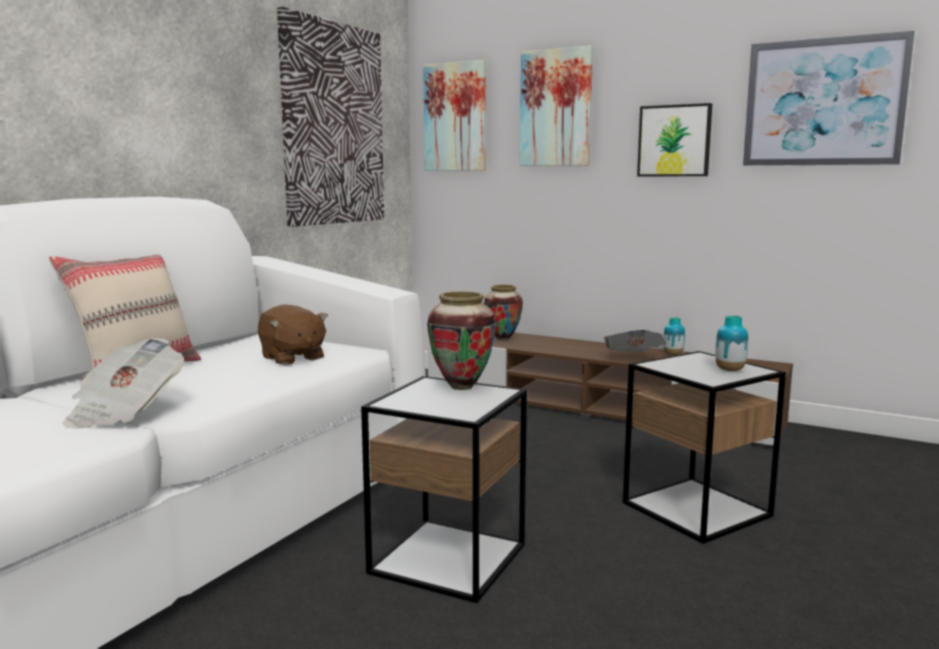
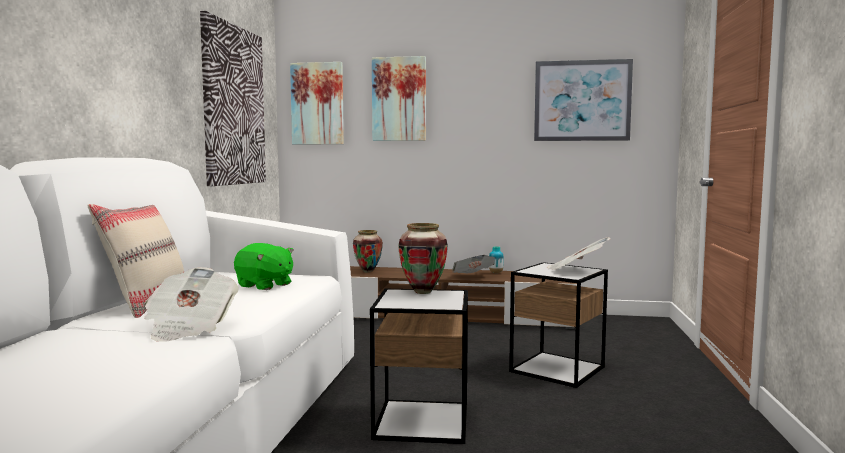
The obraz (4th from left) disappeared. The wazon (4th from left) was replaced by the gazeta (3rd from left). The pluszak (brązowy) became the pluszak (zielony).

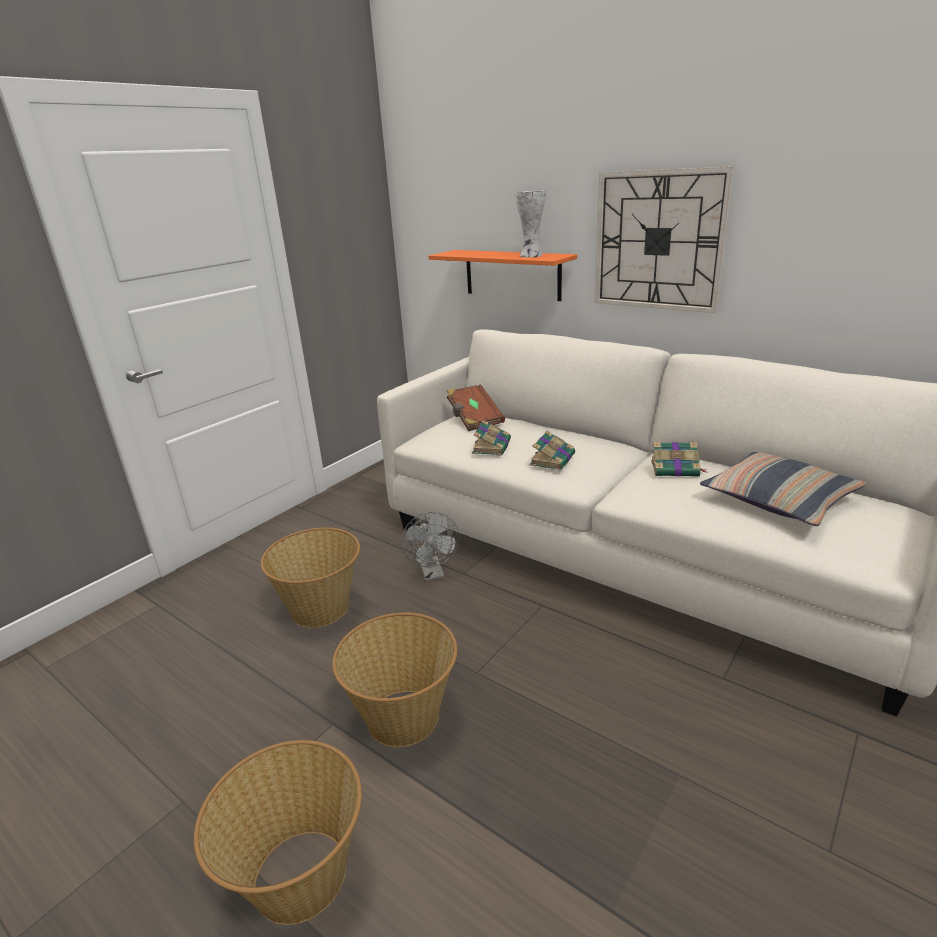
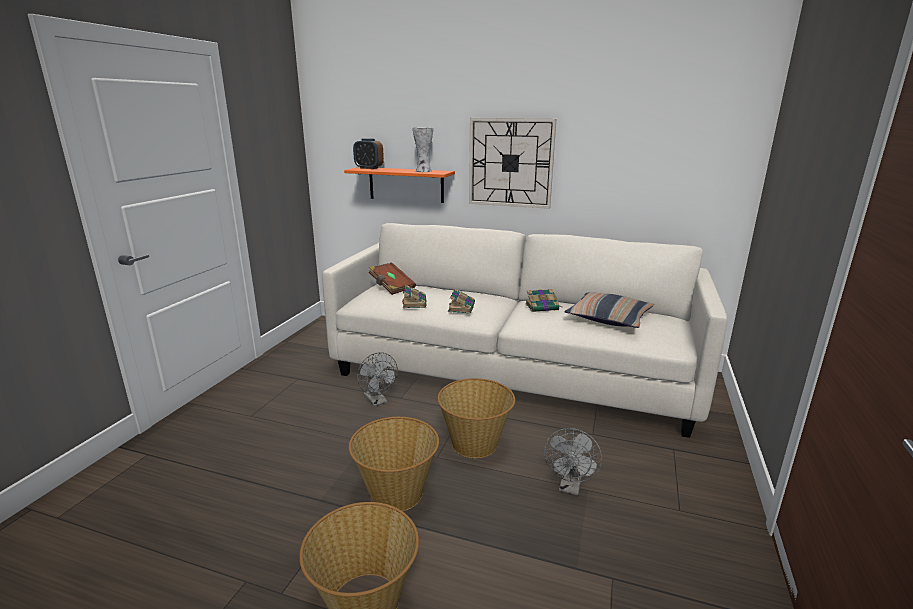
The budzik appeared. The wentylator (szary) (2nd from left) appeared. The koszyk (2nd from left in the first image) moved.

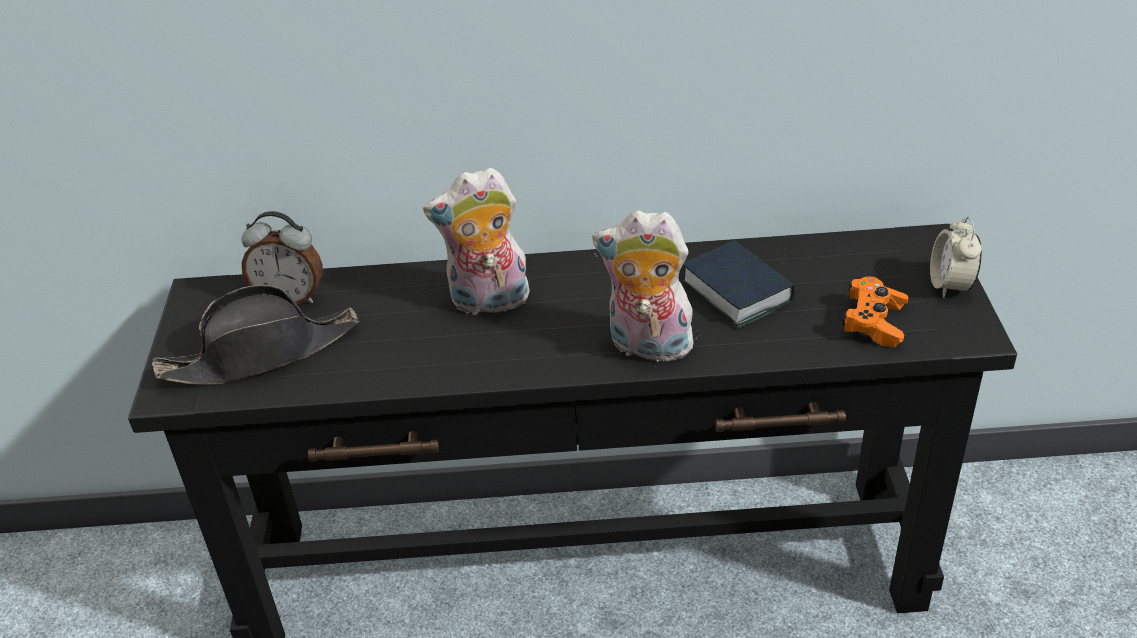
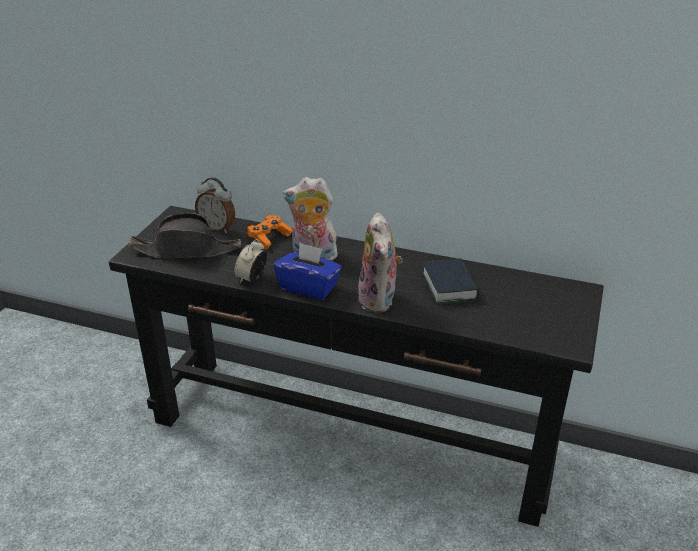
The pudełko chusteczek (niebieski) appeared. The pad do gier (pomarańczowy) moved. The budzik (2nd from left) moved. The pluszak (2nd from left) turned 135 degrees counterclockwise.

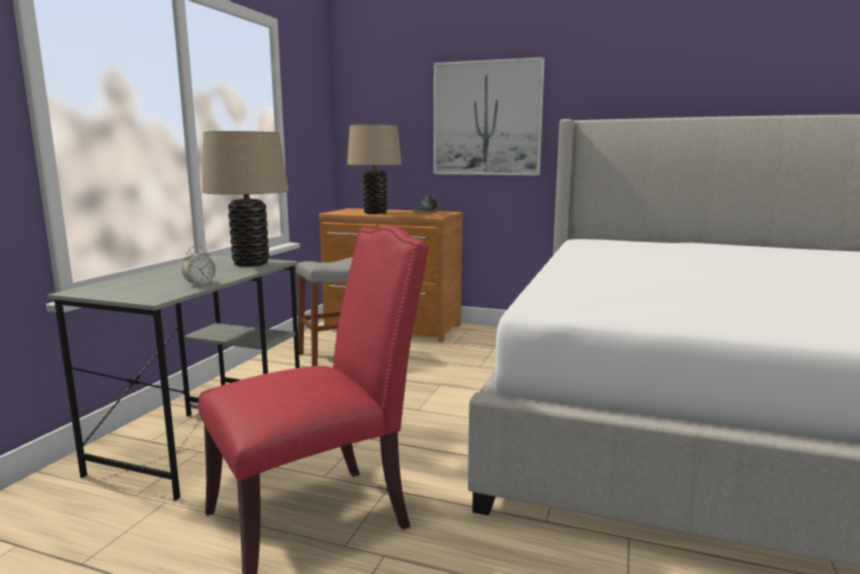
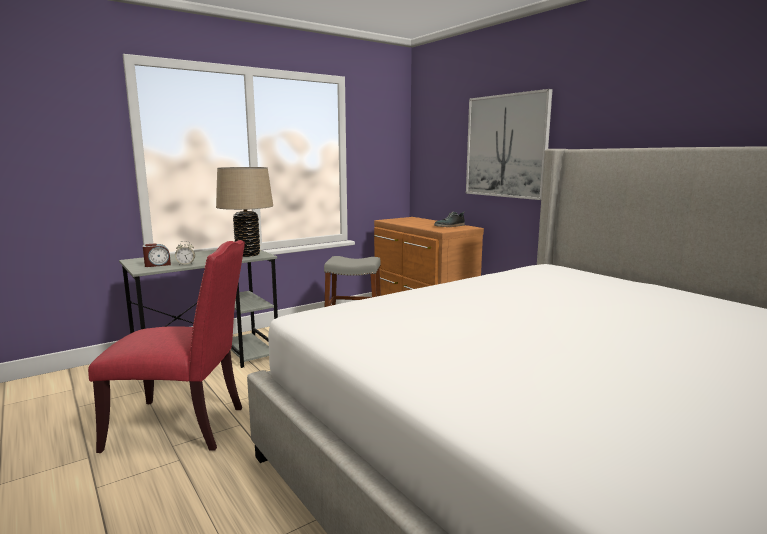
The lampa stołowa (beżowy) (2nd from left) disappeared. The budzik (1st from left) appeared.

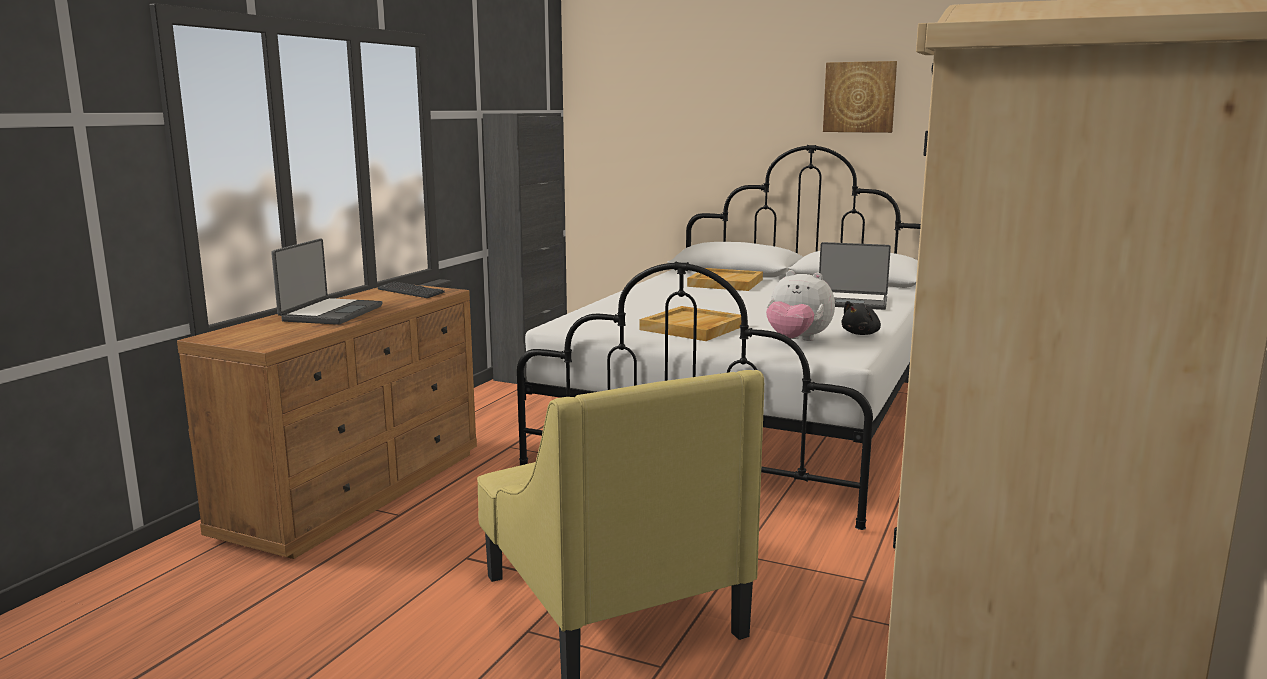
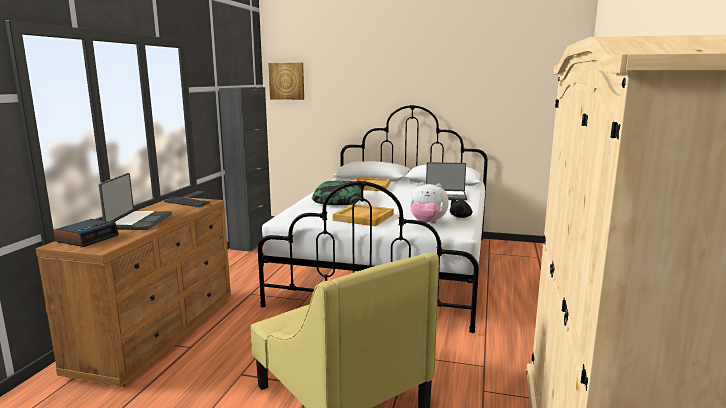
The budzik appeared. The poduszka appeared. The obraz moved.

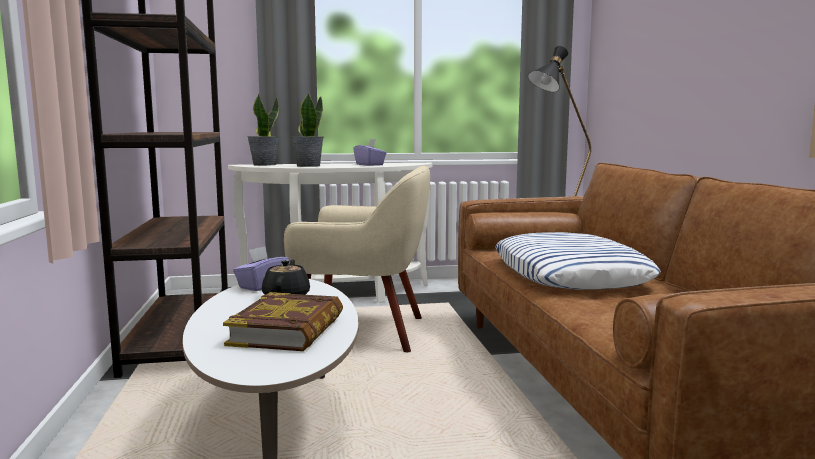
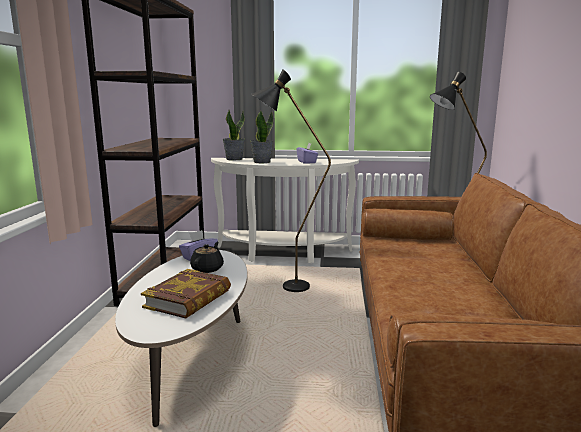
The poduszka disappeared. The fotel (beżowy) was replaced by the lampa stojąca (czarny) (1st from left).

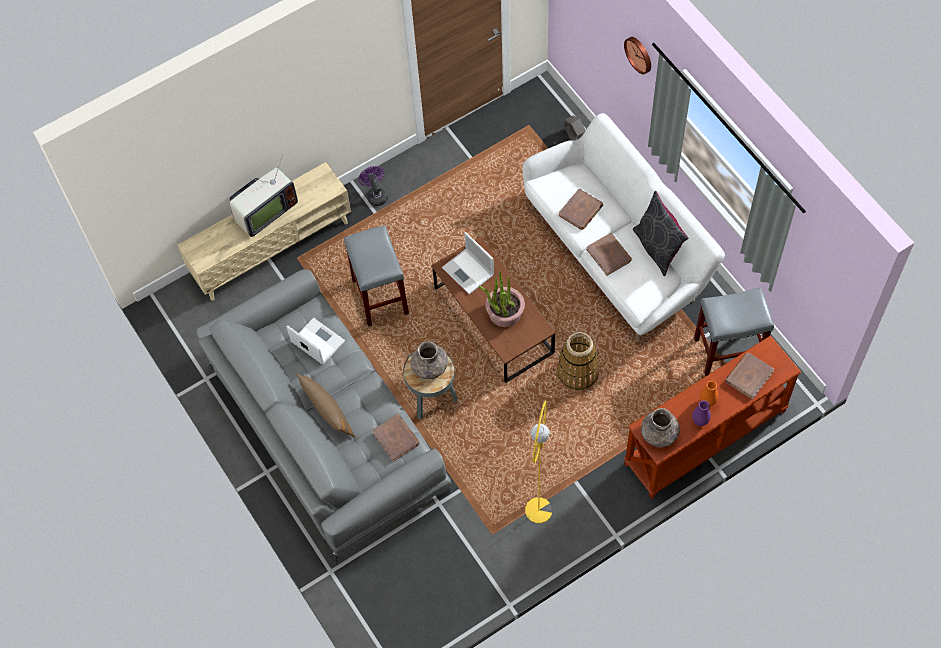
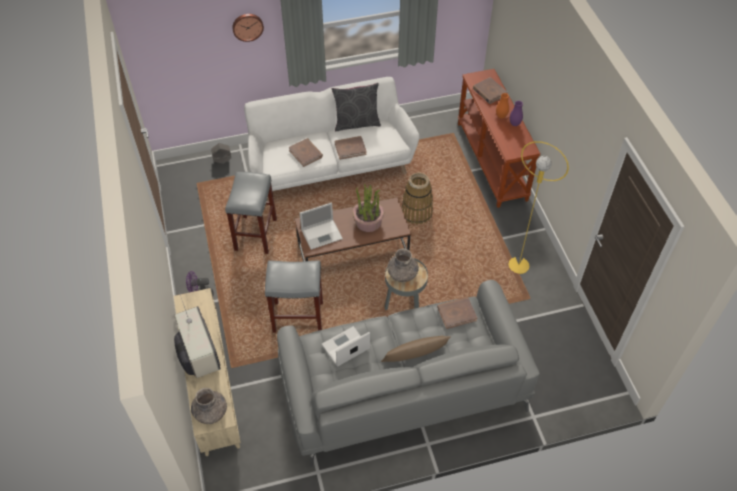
The wazon (szary) (2nd from left in the first image) moved. The stołek (szary) (2nd from left in the first image) moved.

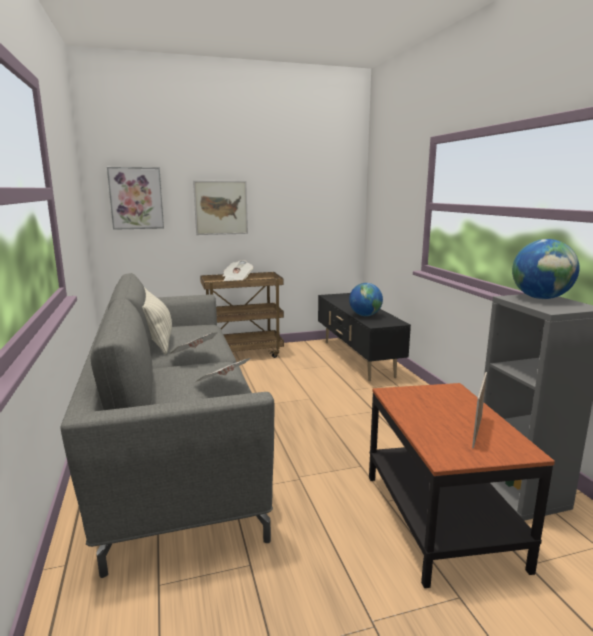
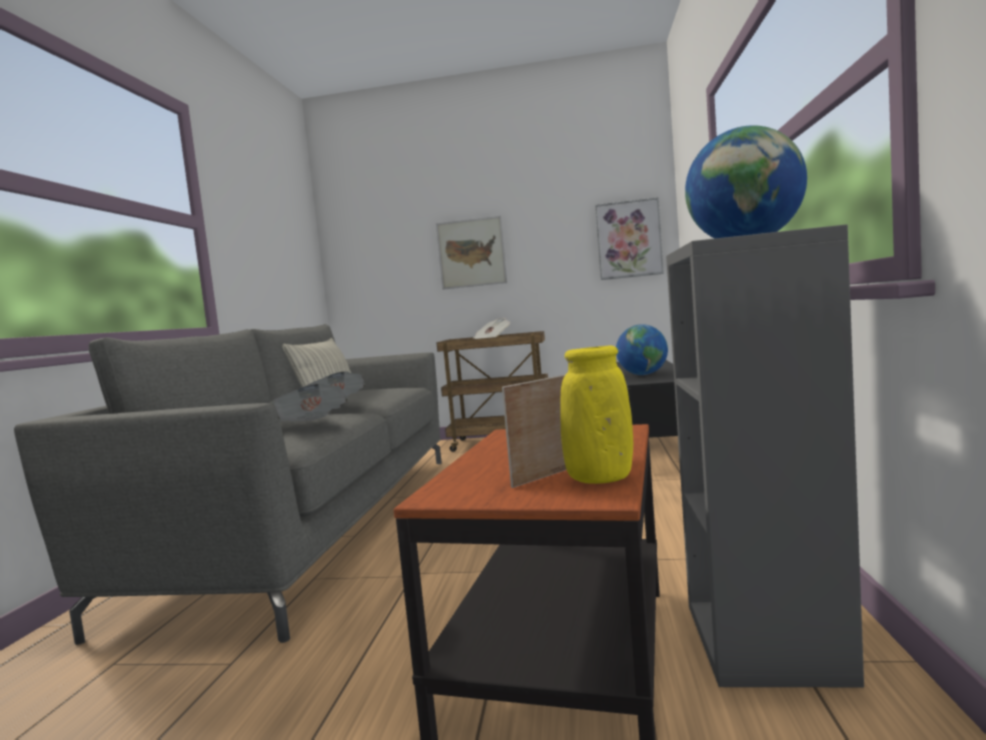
The wazon (żółty) appeared. The obraz (1st from left in the first image) moved.

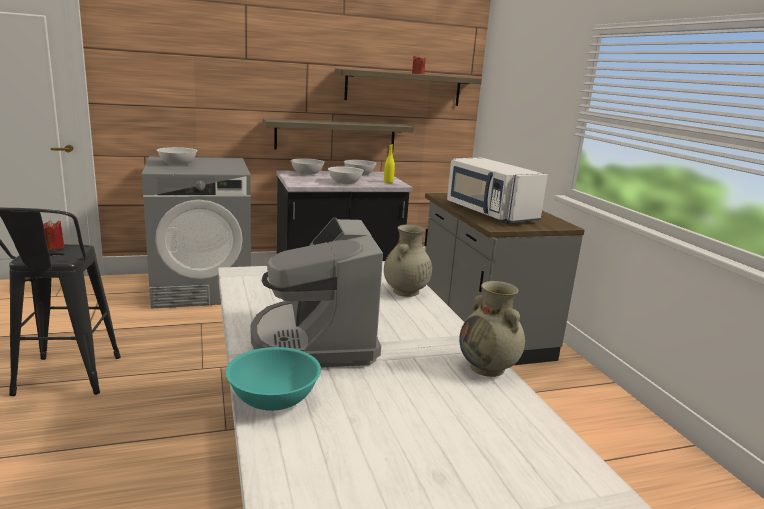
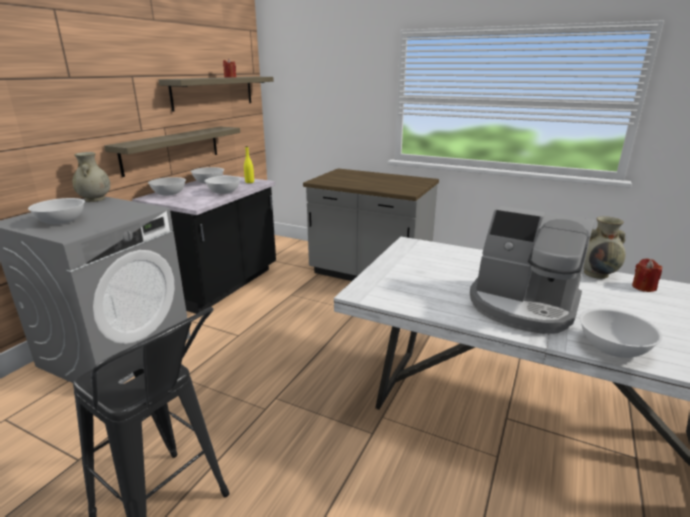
The mikrofalówka (biały) disappeared. The świeca (czerwony) (1st from left in the first image) moved. The wazon (beżowy) (1st from left) moved. The miska (turkusowy) became the miska (biały) (5th from left).

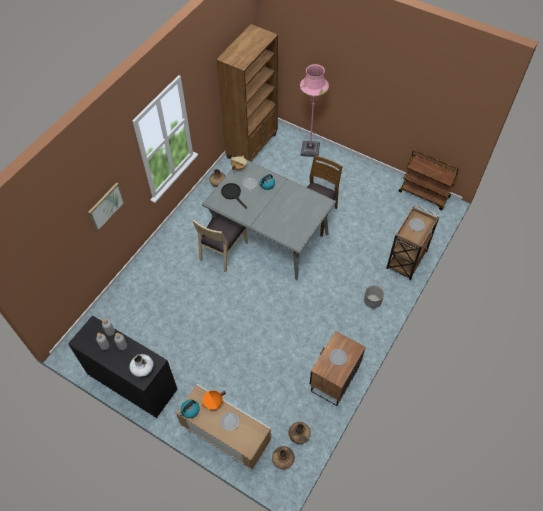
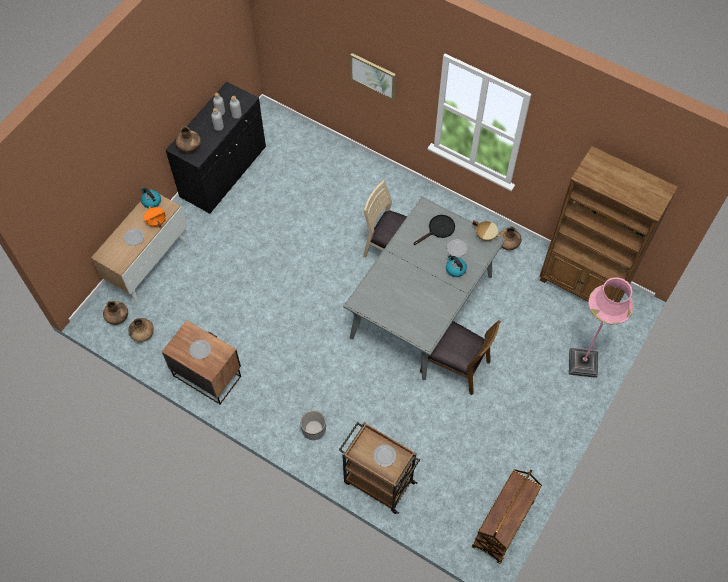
The wazon (biały) became the wazon (brązowy) (3rd from left).

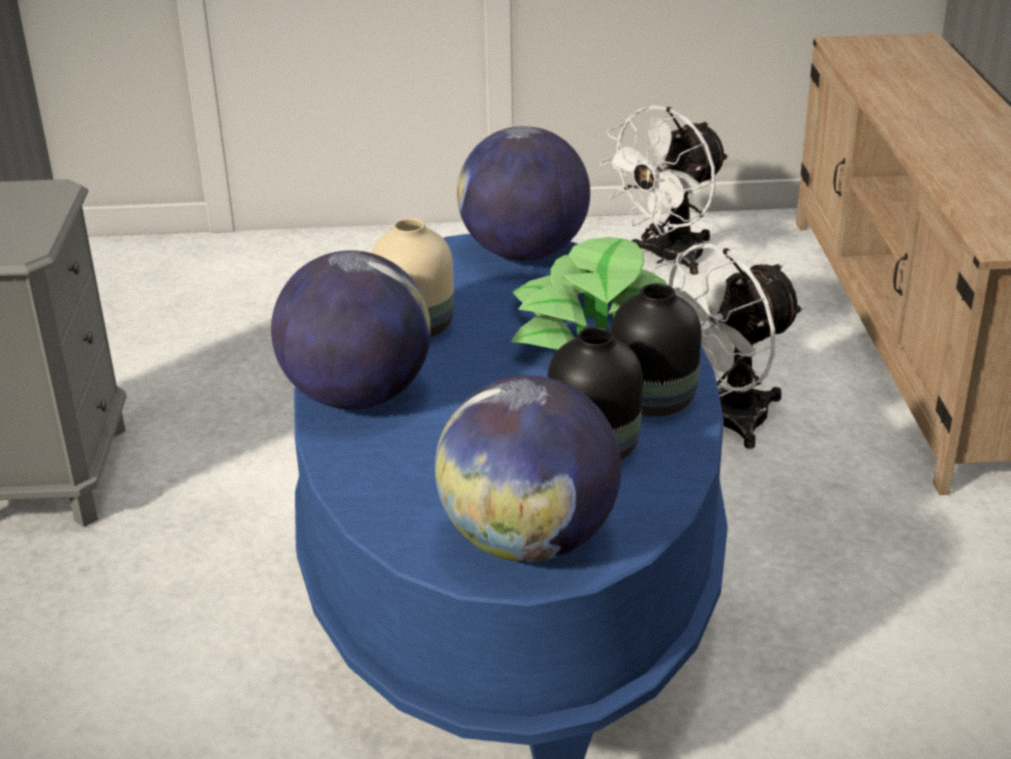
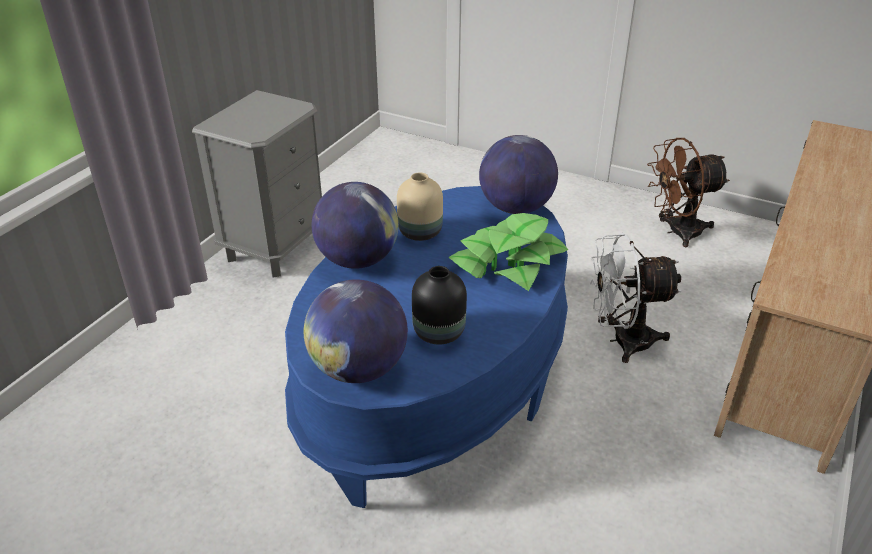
The wazon (czarny) (2nd from left) disappeared. The wentylator (biały) (1st from left) became the wentylator (brązowy).

